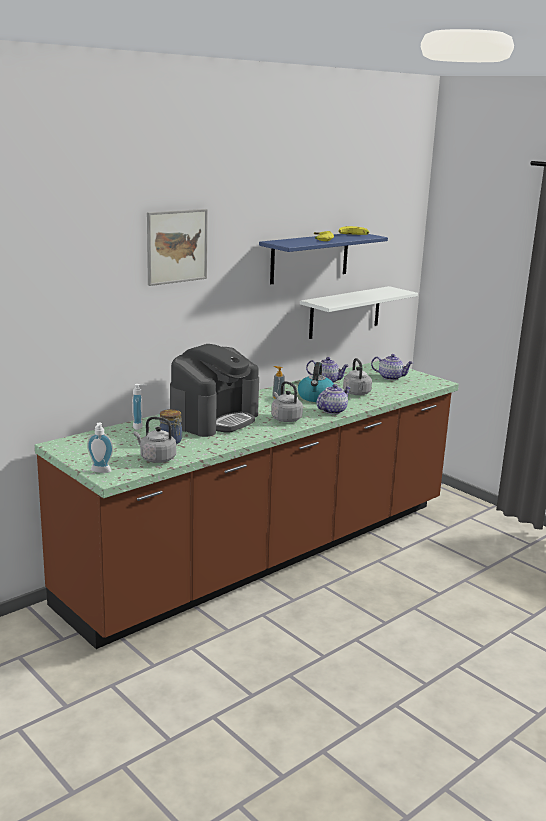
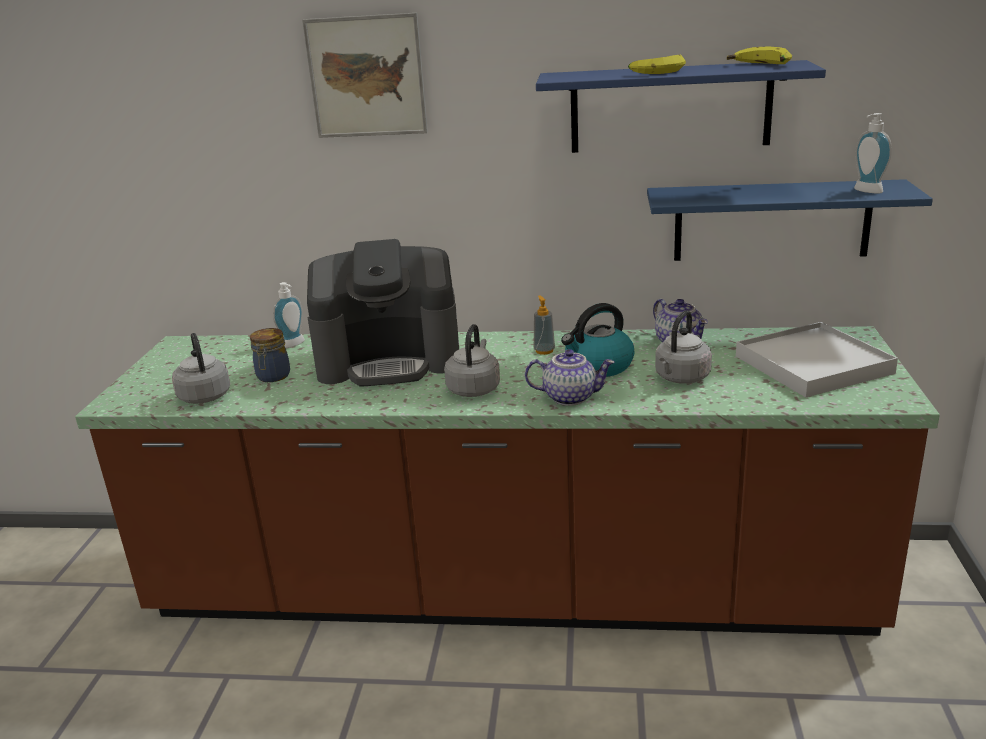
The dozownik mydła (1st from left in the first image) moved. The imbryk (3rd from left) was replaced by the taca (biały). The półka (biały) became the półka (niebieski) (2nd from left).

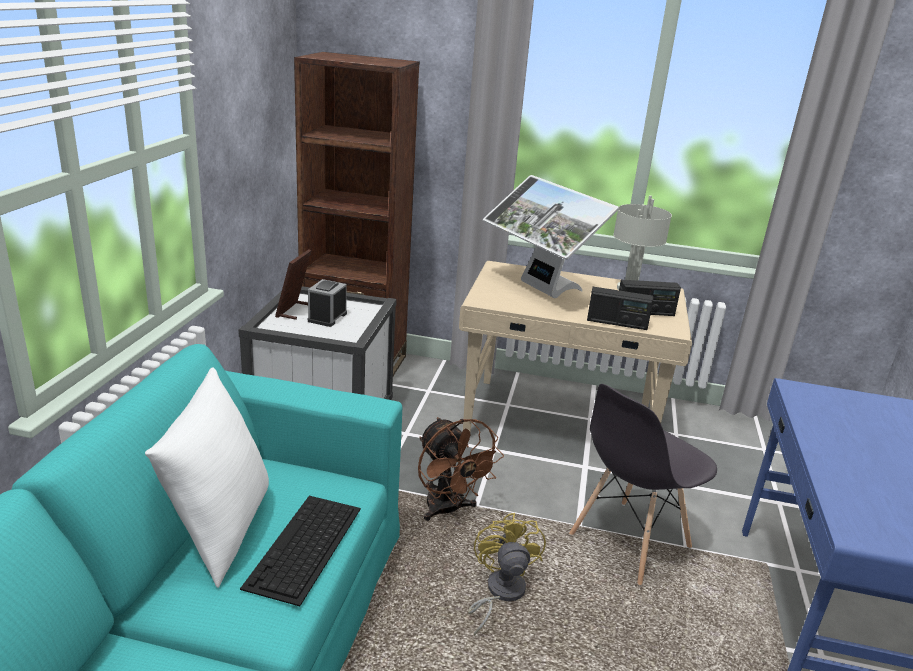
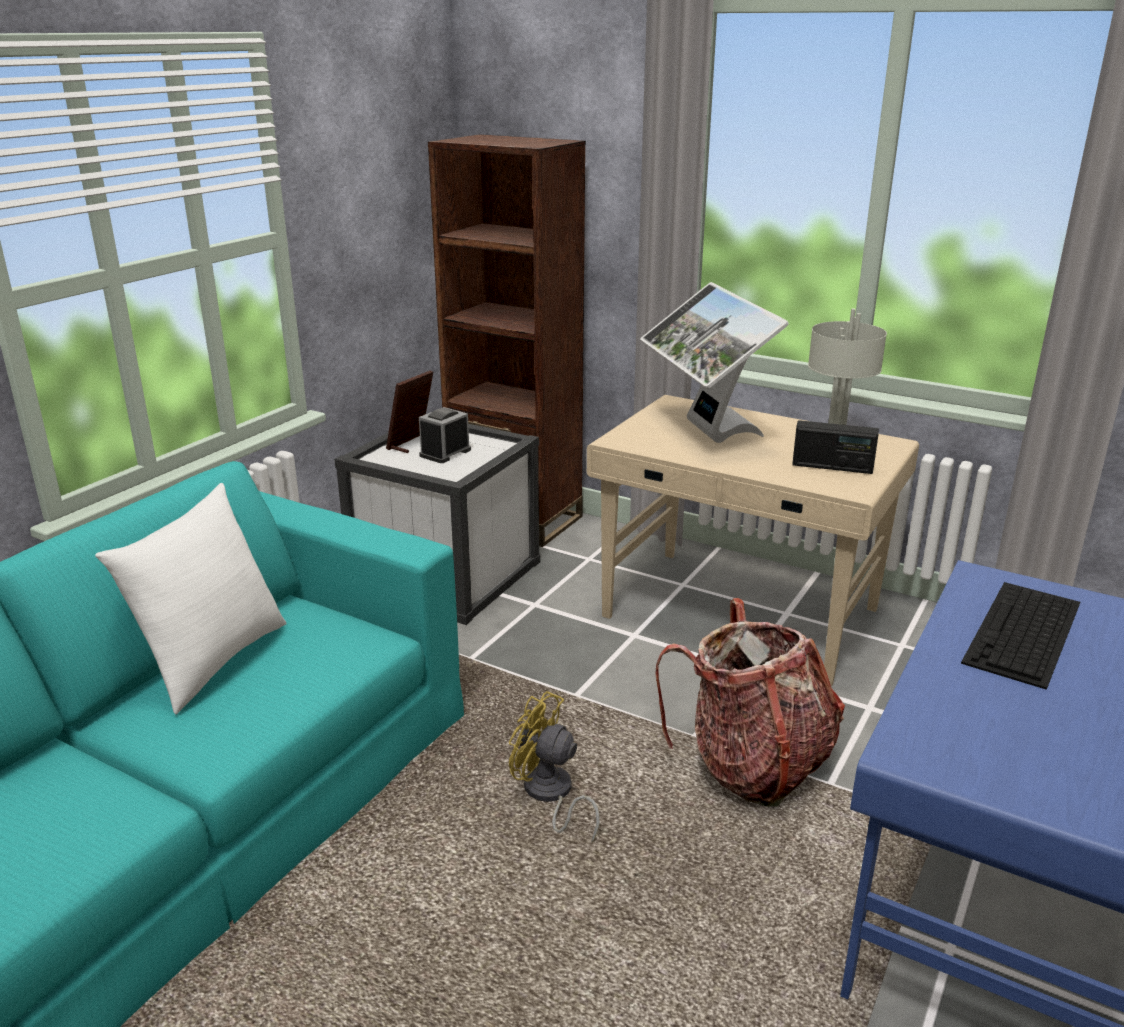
The wentylator (brązowy) disappeared. The radio (1st from left) disappeared. The klawiatura moved. The krzesło (szary) was replaced by the plecak. The wentylator (żółty) turned 75 degrees counterclockwise.

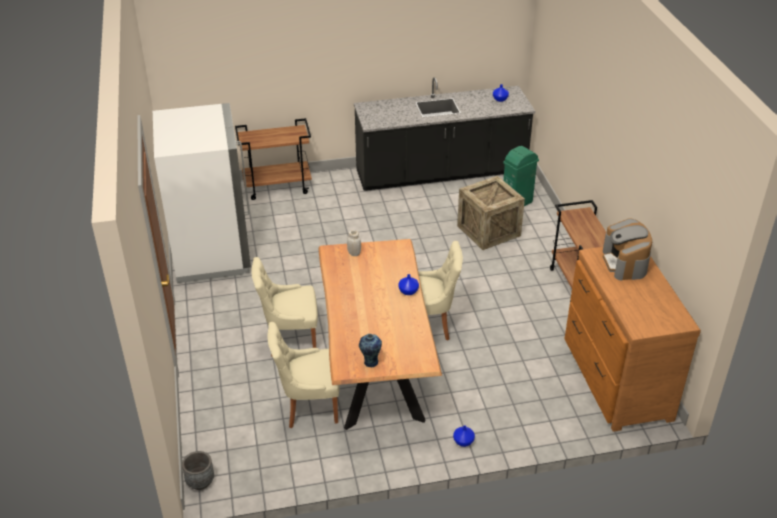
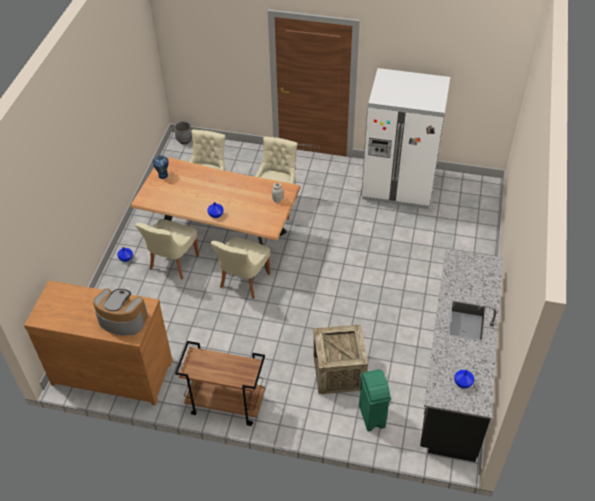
The wózek (brązowy) (1st from left) disappeared. The krzesło (beżowy) (1st from left) appeared.

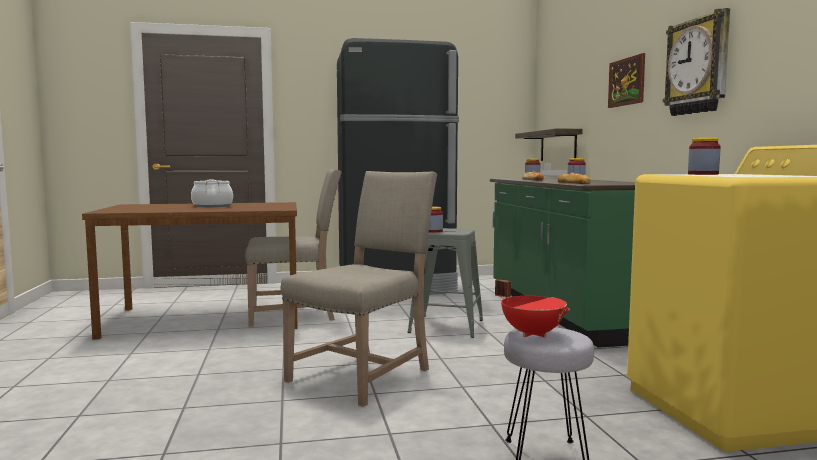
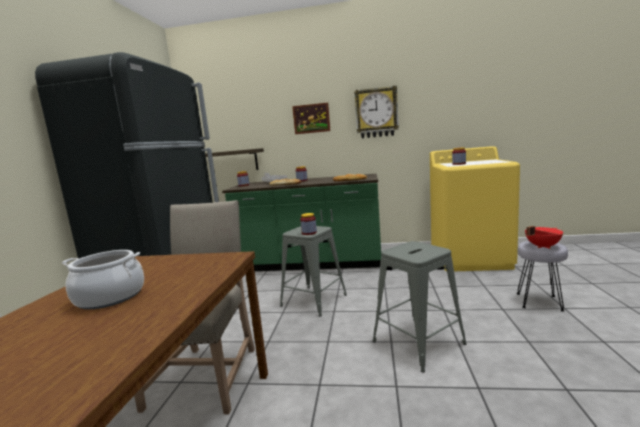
The krzesło (beżowy) (2nd from left) was replaced by the stołek (szary) (2nd from left).

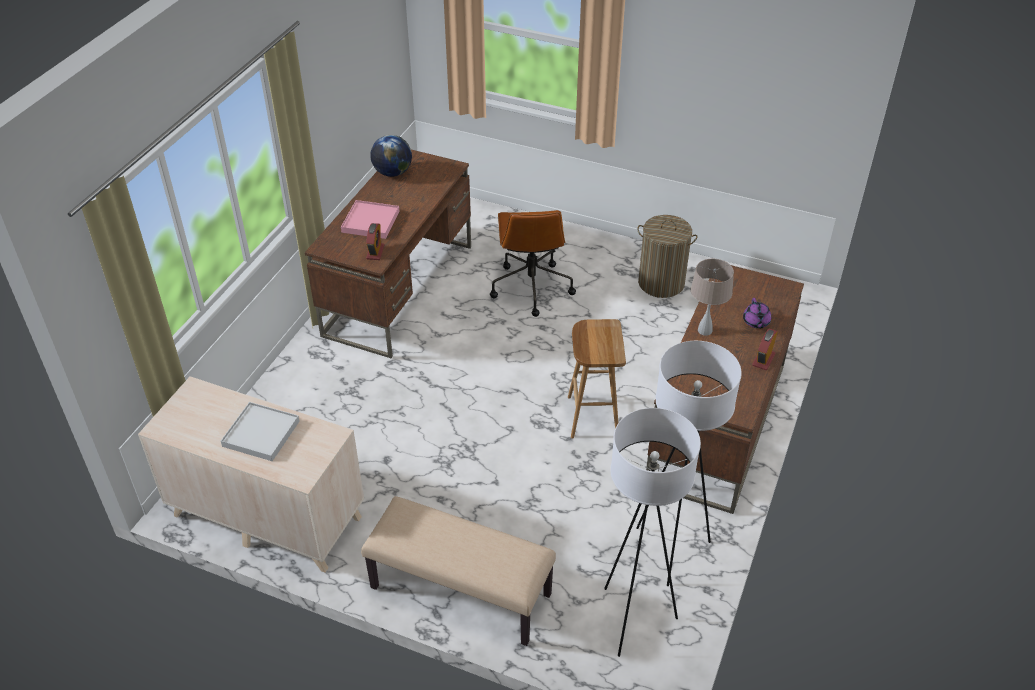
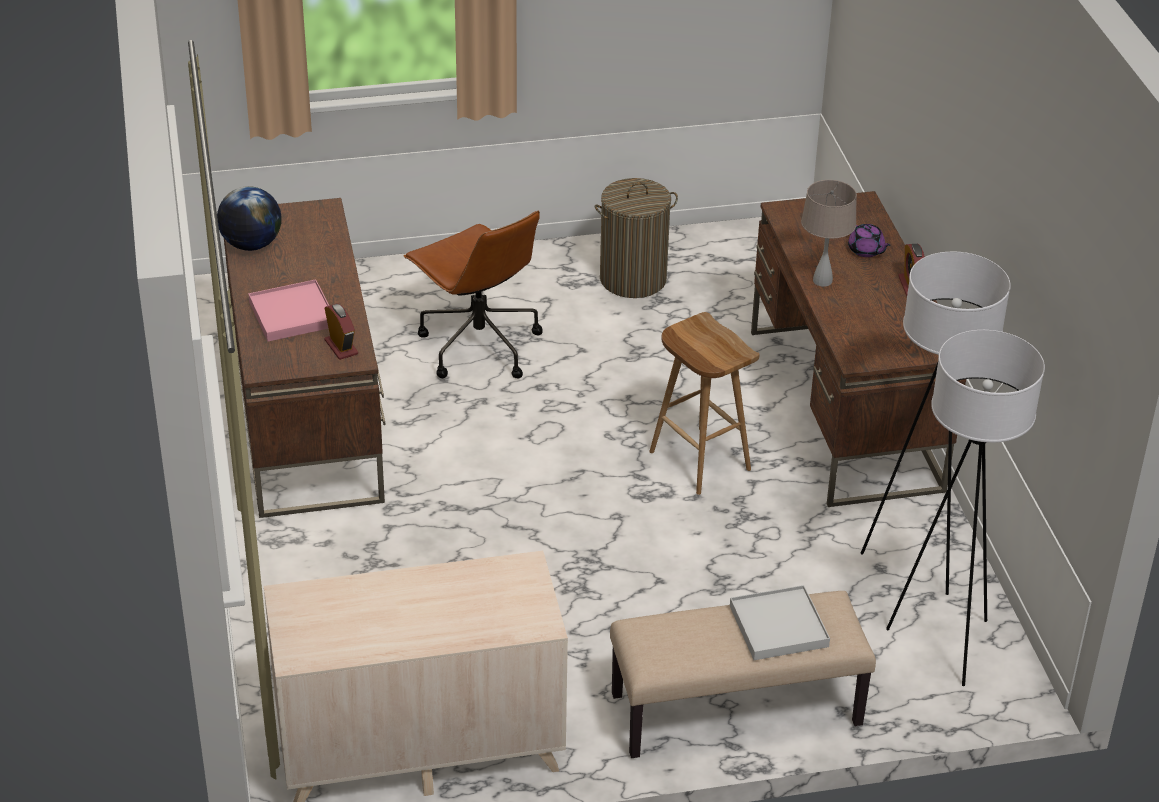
The taca (biały) moved.

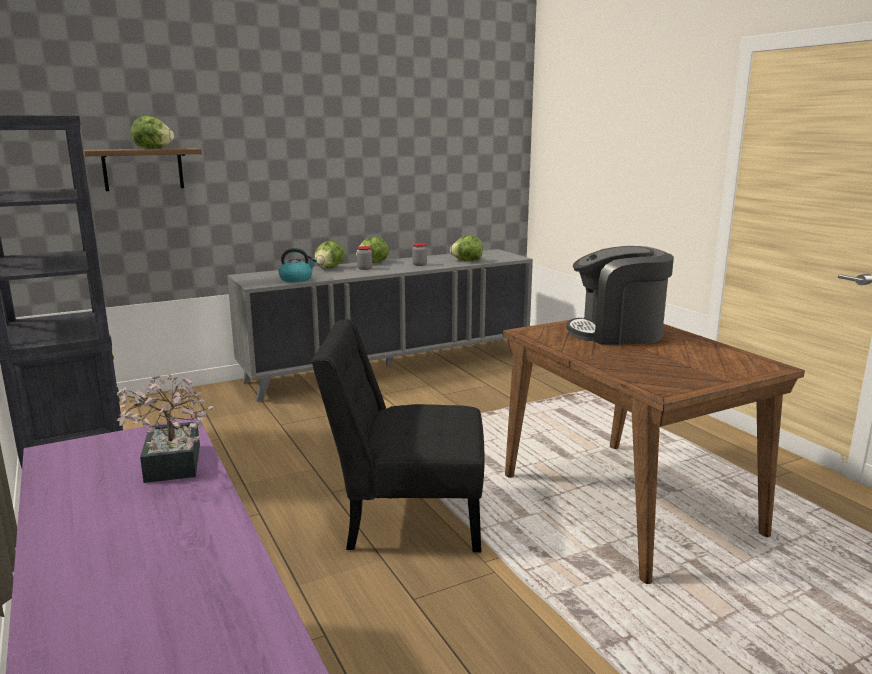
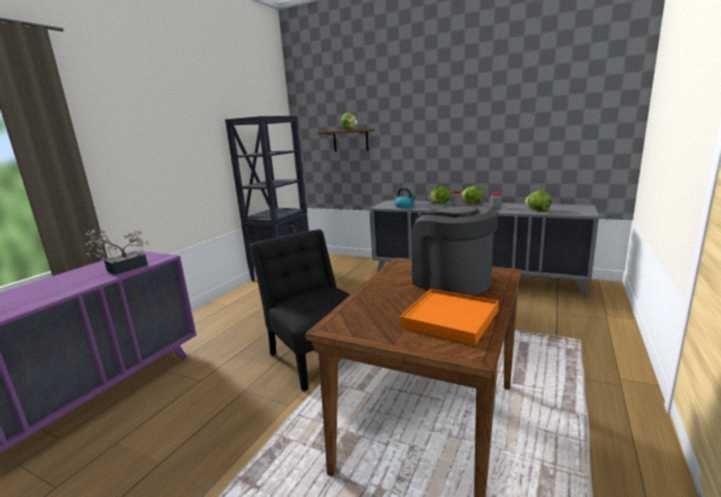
The taca (pomarańczowy) appeared.

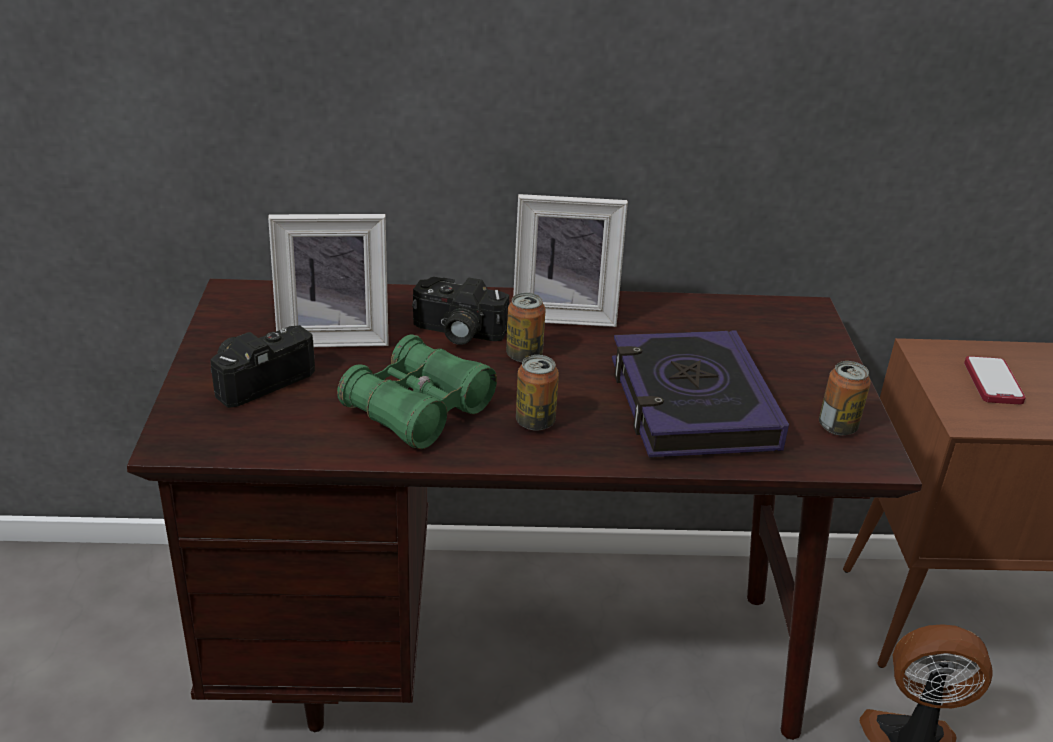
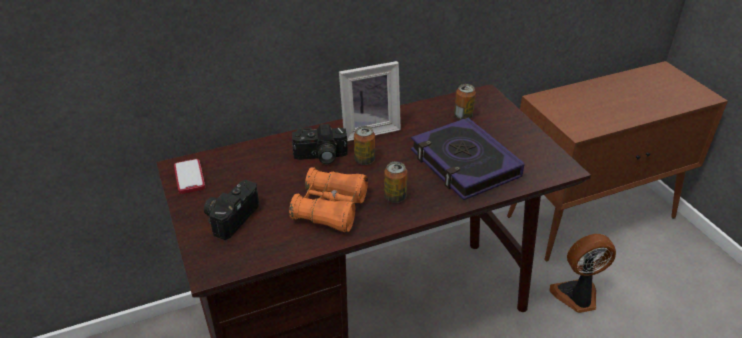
The ramka na zdjęcie (1st from left) disappeared. The puszka (3rd from left) moved. The telefon moved. The lornetka (zielony) became the lornetka (pomarańczowy).

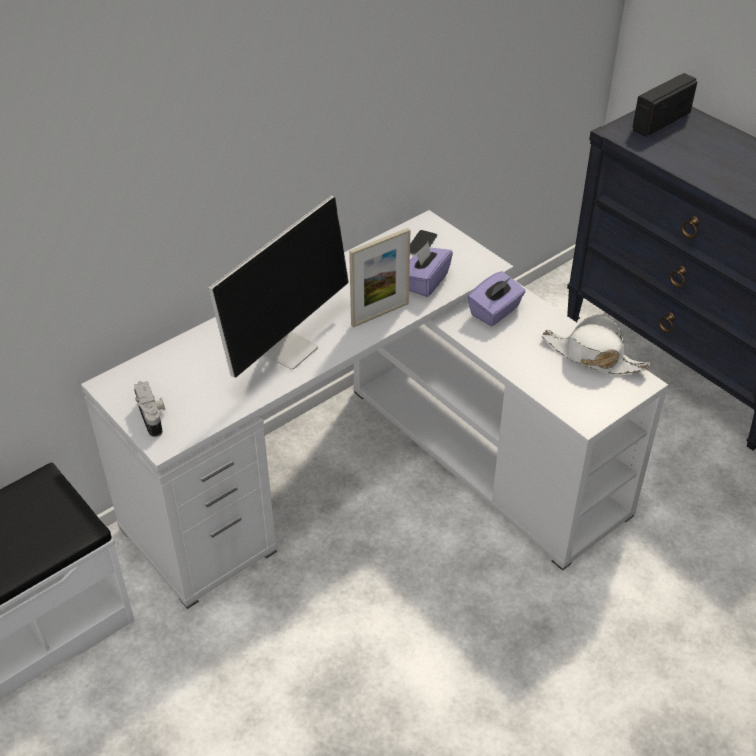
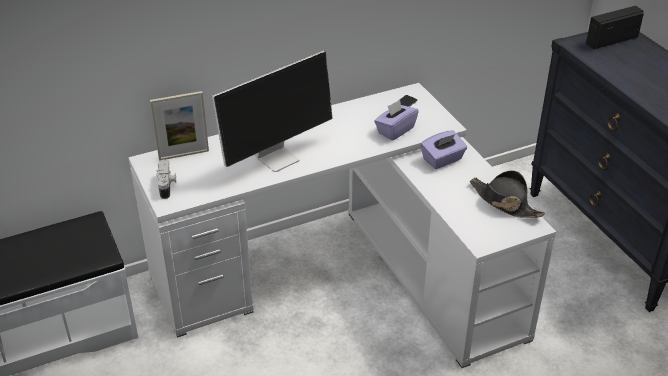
The ramka na zdjęcie moved. The kapelusz (biały) became the kapelusz (czarny).

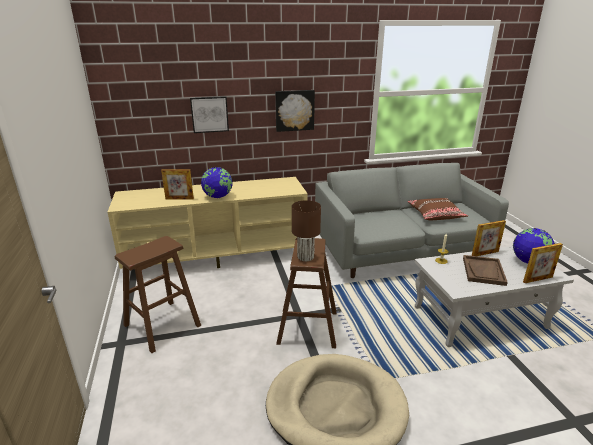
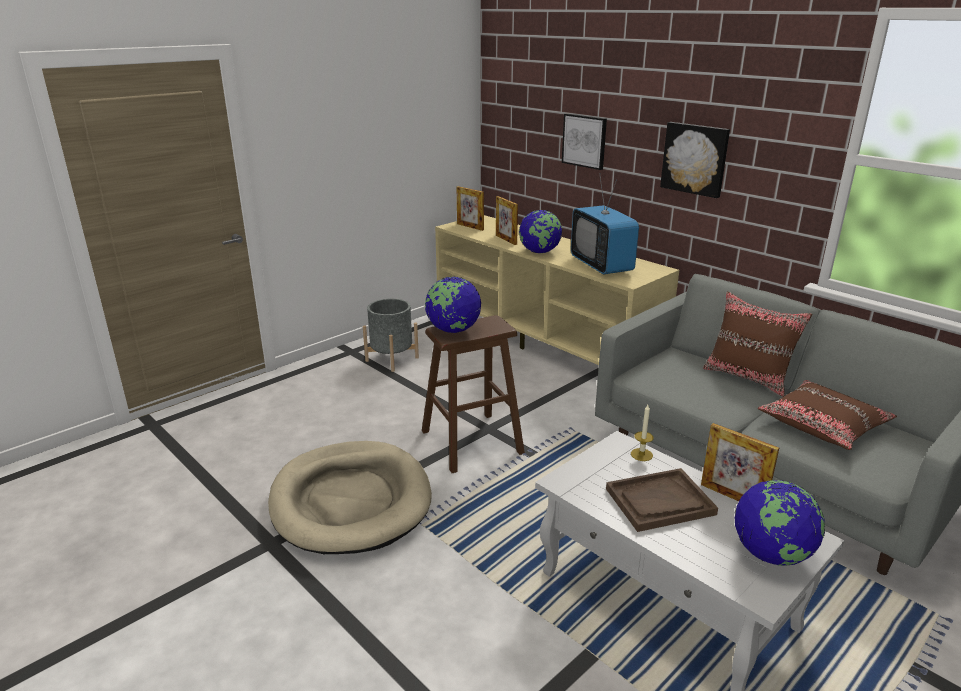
The telewizor appeared. The poduszka (brązowy) (1st from left) appeared. The ramka na zdjęcie (3rd from left in the first image) moved. The stołek (brązowy) (1st from left) was replaced by the donica (szary). The lampa stołowa (brązowy) was replaced by the globus (1st from left).

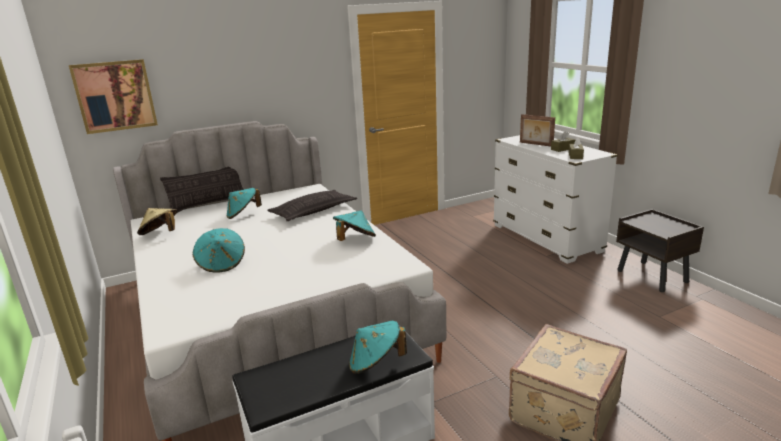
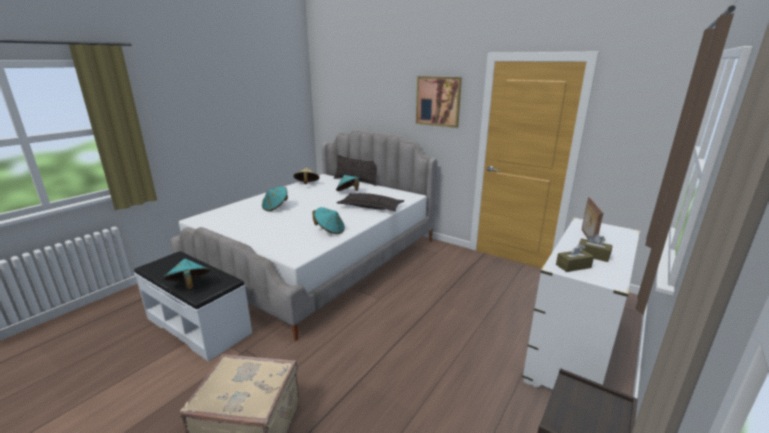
The obraz moved.

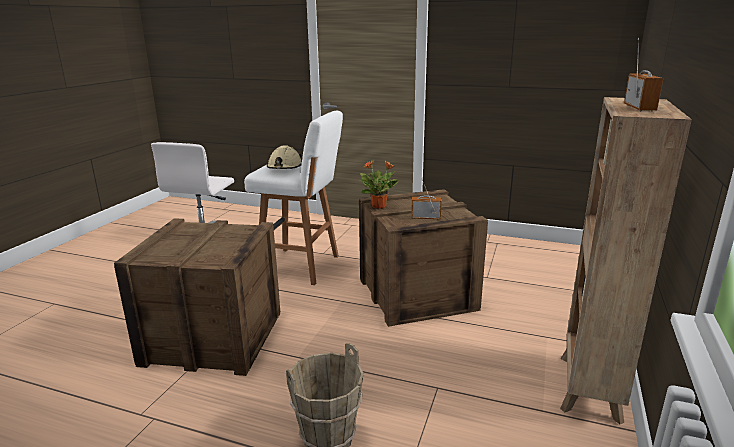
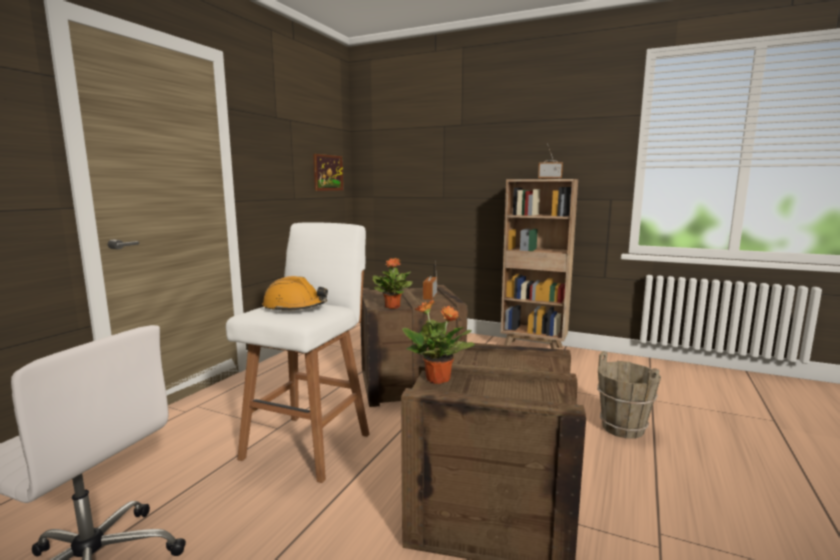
The obraz appeared. The roślina doniczkowa (2nd from left) appeared. The kask (beżowy) became the kask (pomarańczowy).

